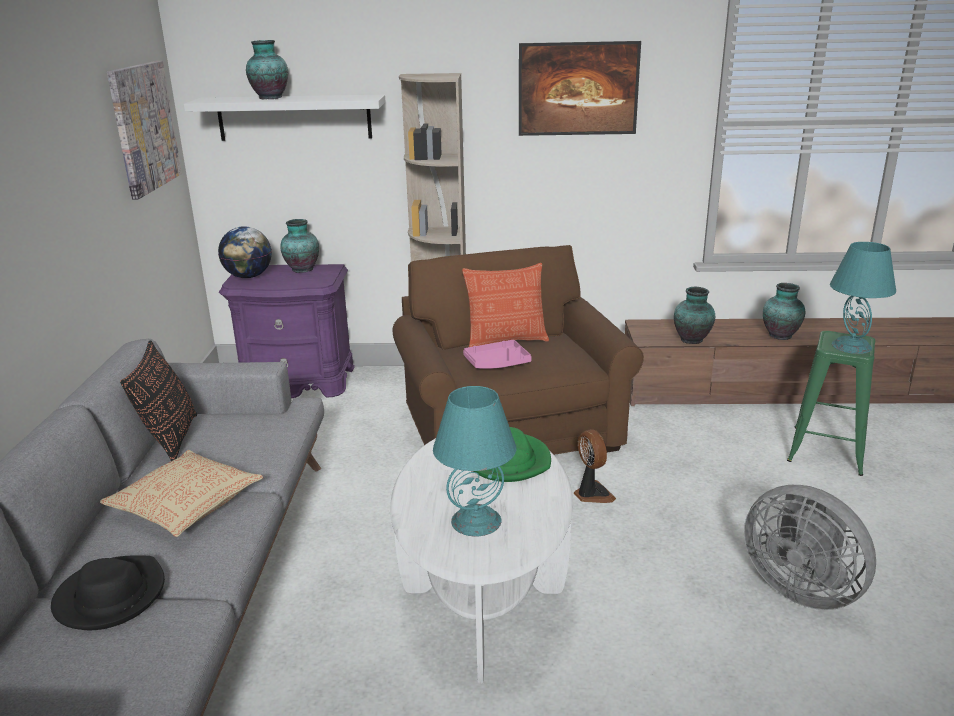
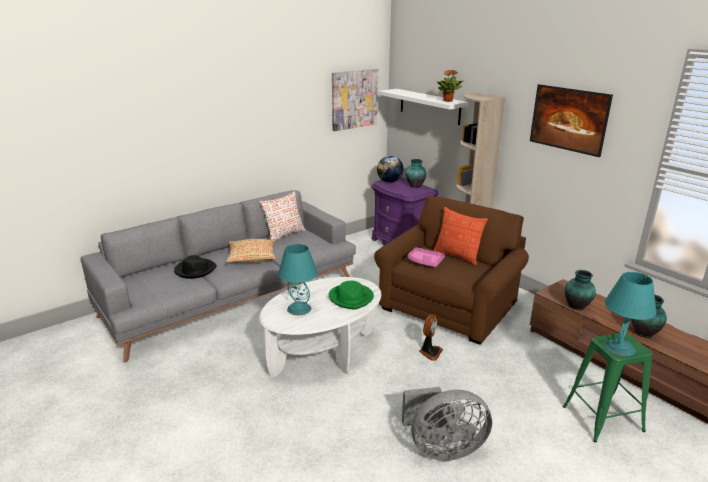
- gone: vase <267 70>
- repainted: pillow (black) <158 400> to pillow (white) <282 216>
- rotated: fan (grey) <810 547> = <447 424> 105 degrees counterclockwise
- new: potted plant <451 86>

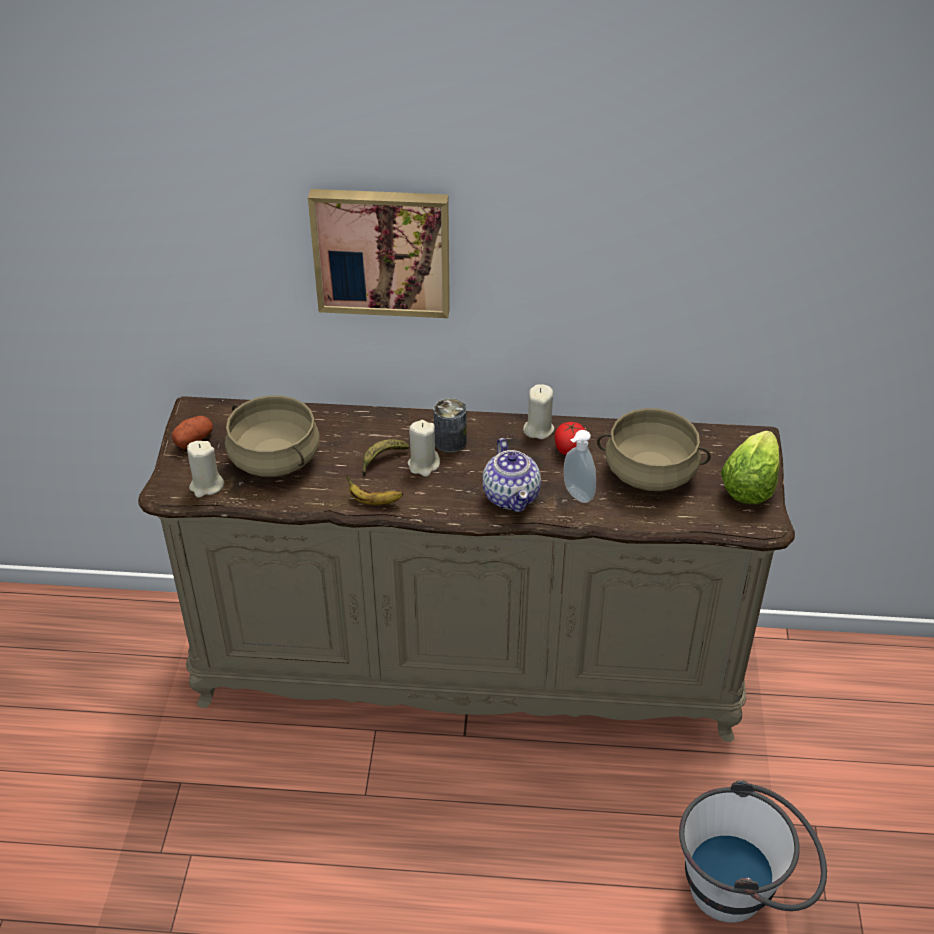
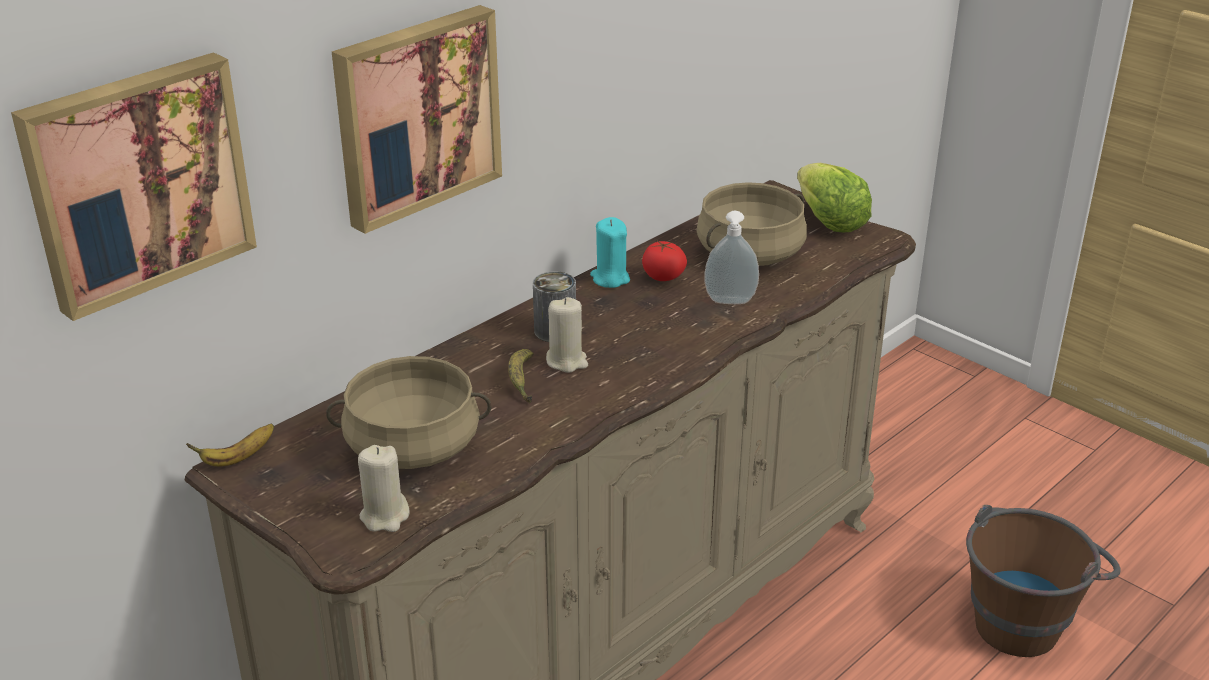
- repainted: candle (beige) <538 411> to candle (turquoise) <610 252>
- gone: potato <192 432>
- gone: teapot <511 475>
- shifted: banana <374 490> to <230 445>
- repainted: bucket (white) <753 851> to bucket (brown) <1043 581>
- new: picture <134 186>

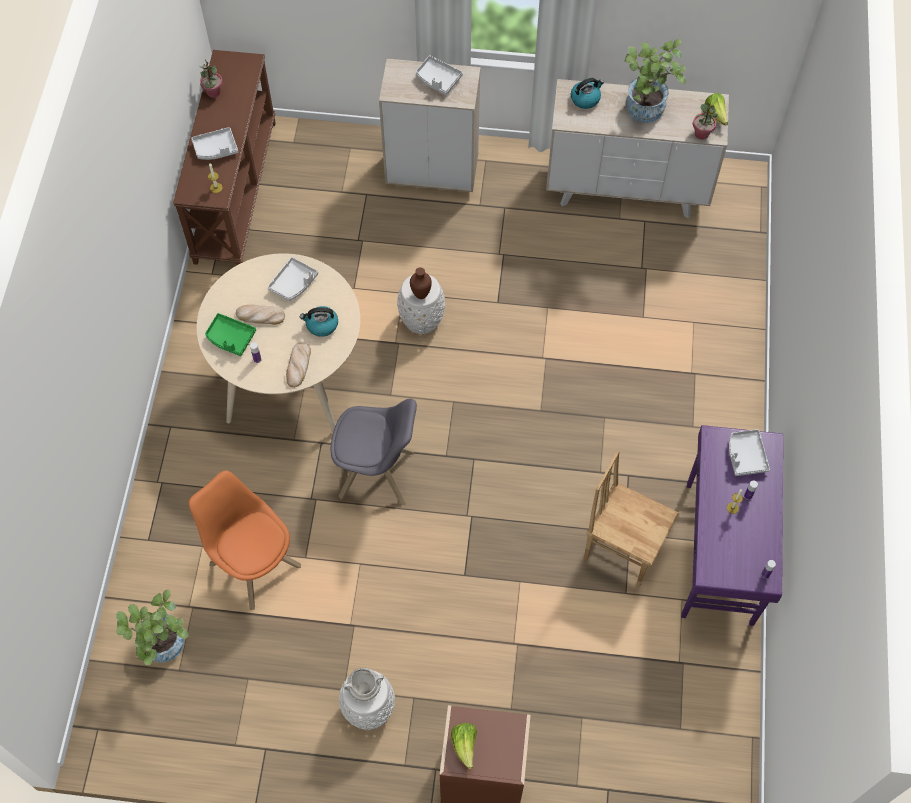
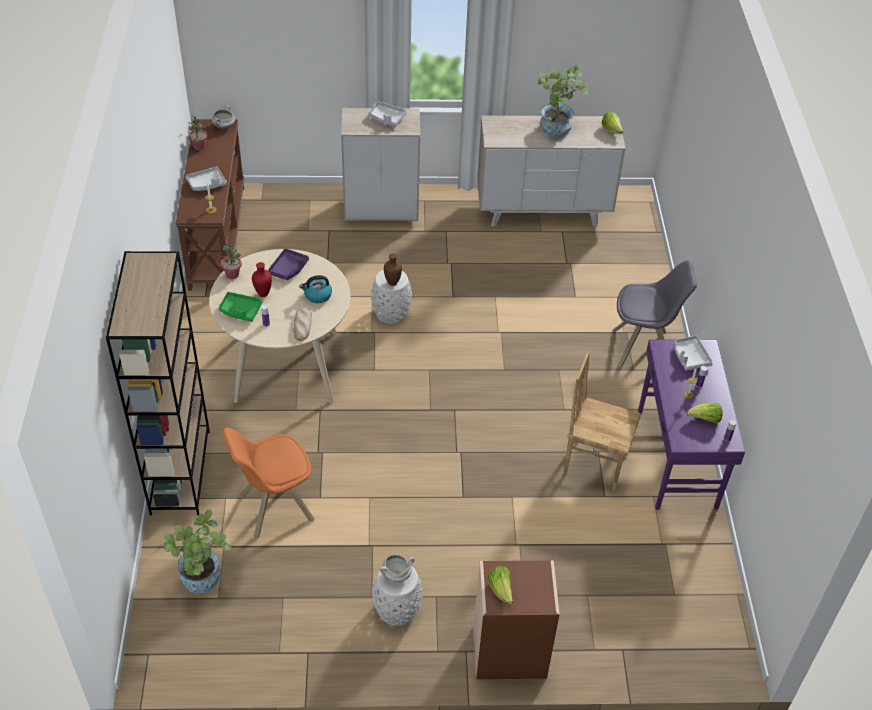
- gone: kettle <587 93>
- shifted: potted plant <705 121> to <231 261>
- repainted: tray (grey) <292 279> to tray (purple) <288 264>
- swapped: bread <260 315> to vase (red) <262 279>
- shifted: chair (grey) <374 452> to <654 314>
- rotated: chair (orange) <245 540> = <268 483> 60 degrees counterclockwise
- new: cooking pot (white) <223 117>
- new: bookcase (beige) <158 383>
- new: lettuce <705 413>

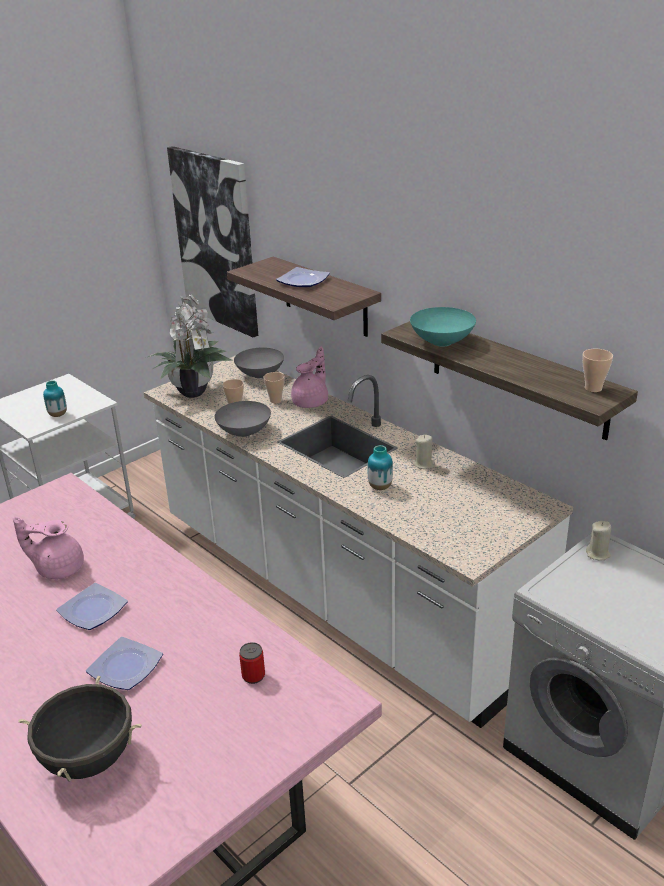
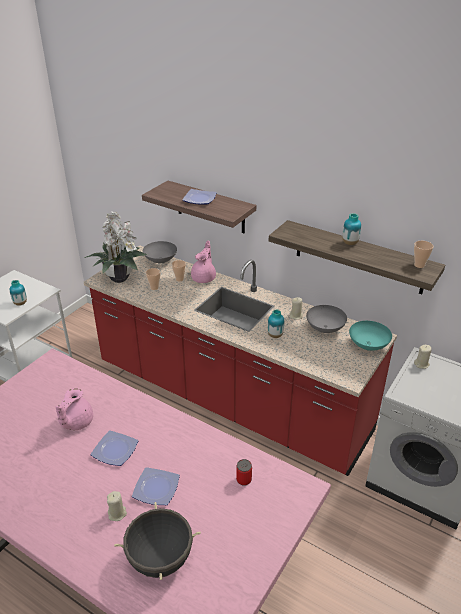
- gone: picture <212 242>
- shifted: bowl (turquoise) <443 327> to <370 336>
- repainted: counter (white) <358 541> to counter (red) <240 360>
- shifted: bowl (grey) <242 419> to <326 319>
- rotated: teapot (pink) <48 548> = <74 409> 60 degrees counterclockwise
- new: vase <351 229>
- new: candle (beige) <117 506>

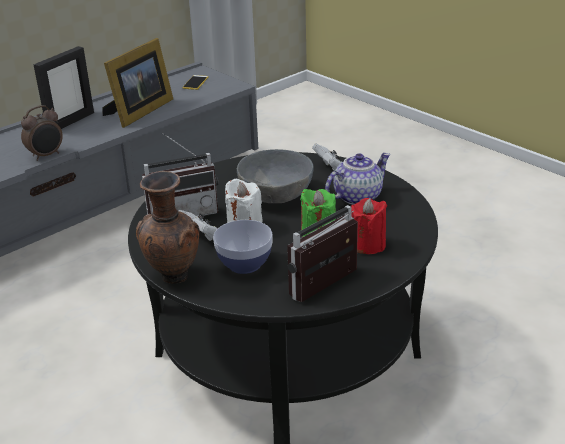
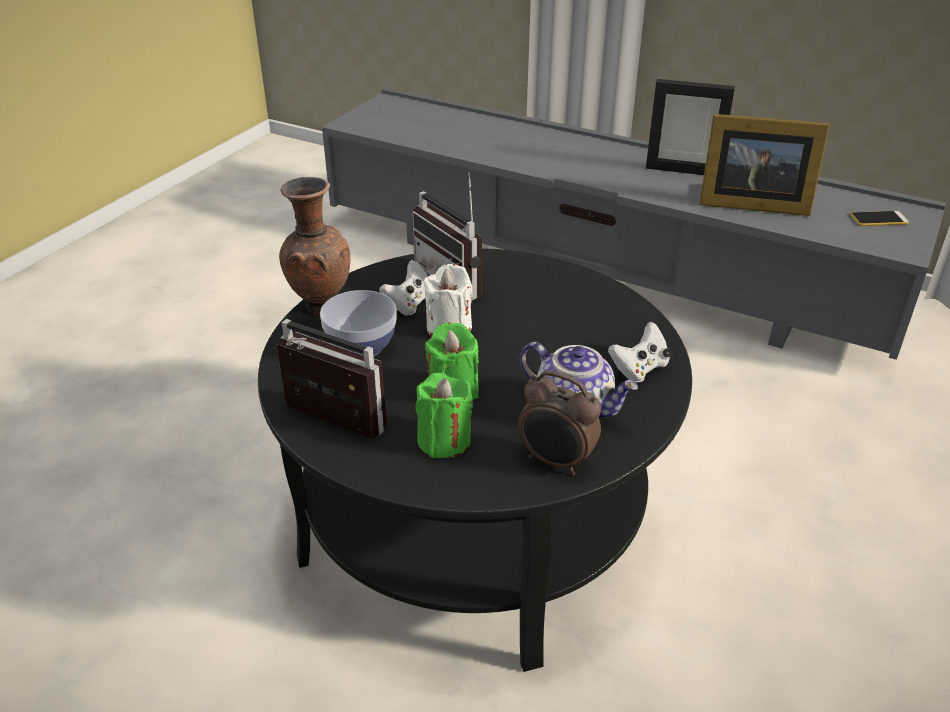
- shifted: alarm clock <42 133> to <559 422>
- gone: bowl (grey) <275 176>
- repainted: candle (red) <369 226> to candle (green) <444 415>

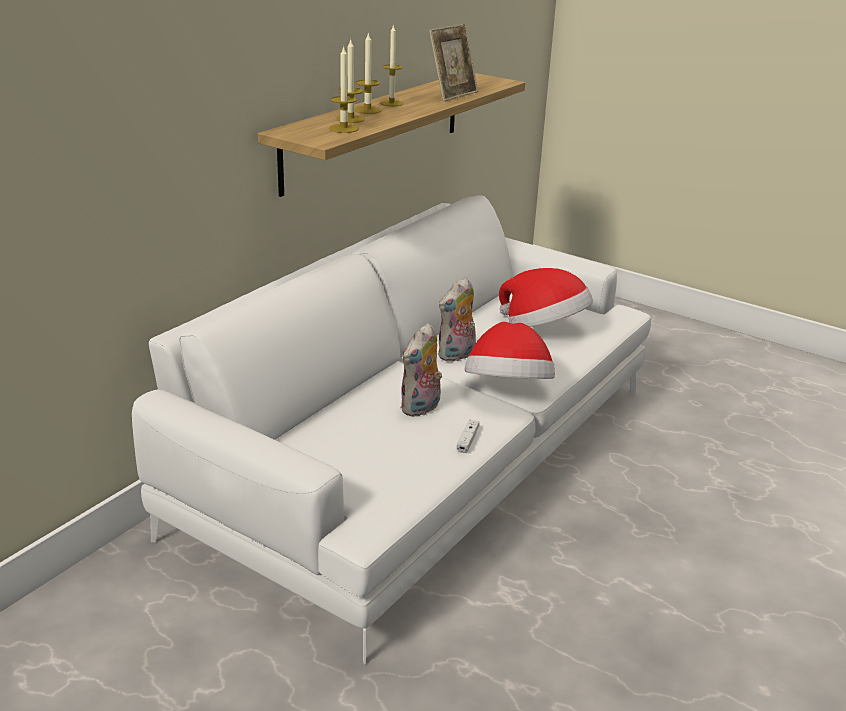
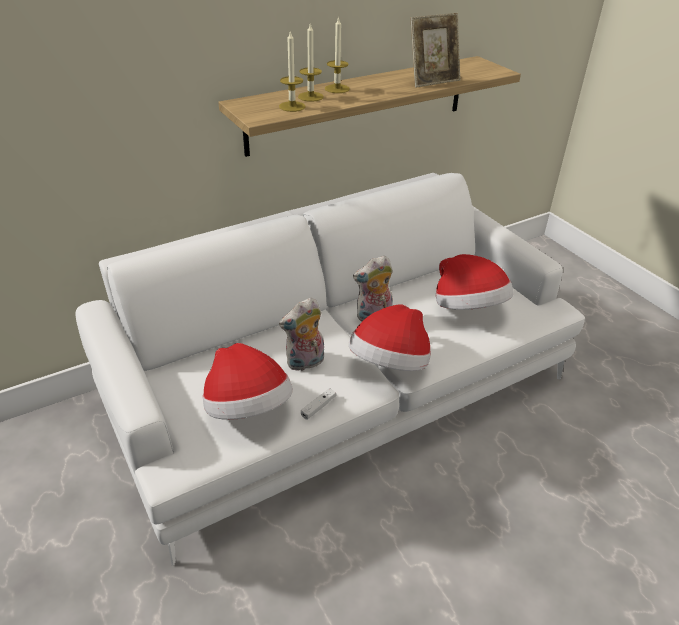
- gone: candle <391 65>
- new: hat <248 381>

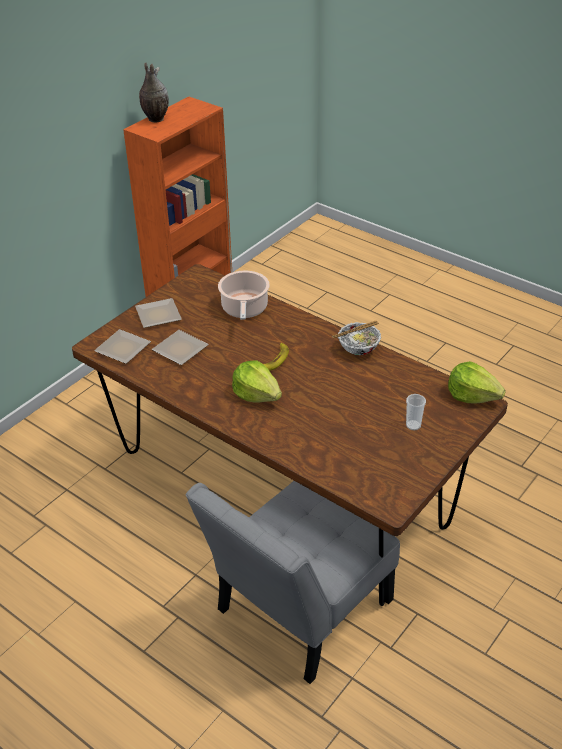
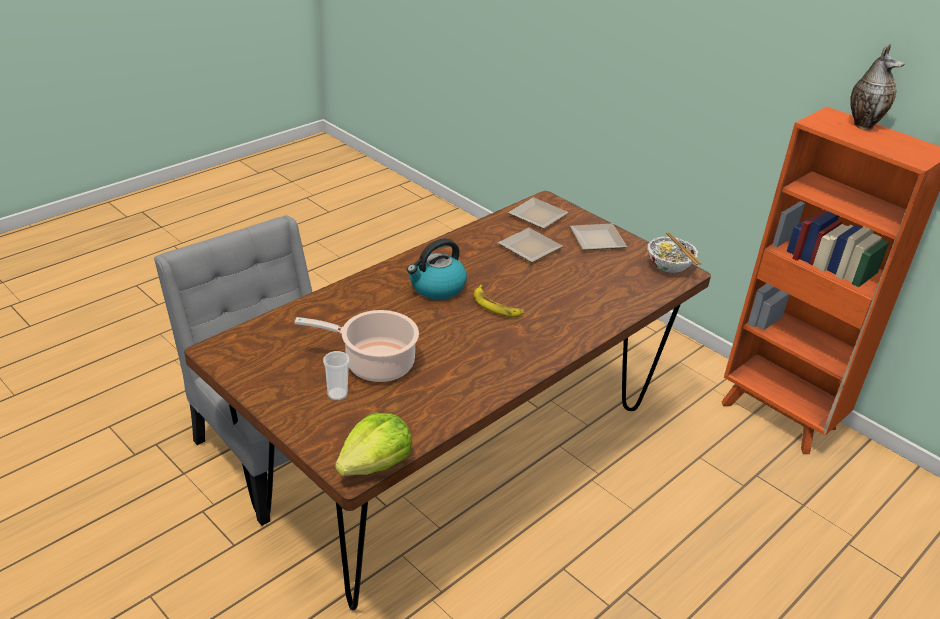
- shifted: cooking pot <244 295> to <357 346>
- shifted: bowl <356 338> to <674 252>
- swapped: lettuce <257 381> to kettle <437 269>

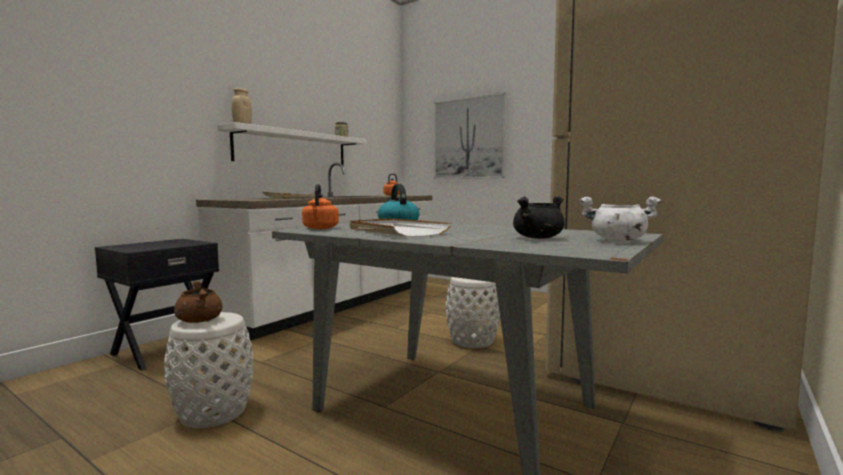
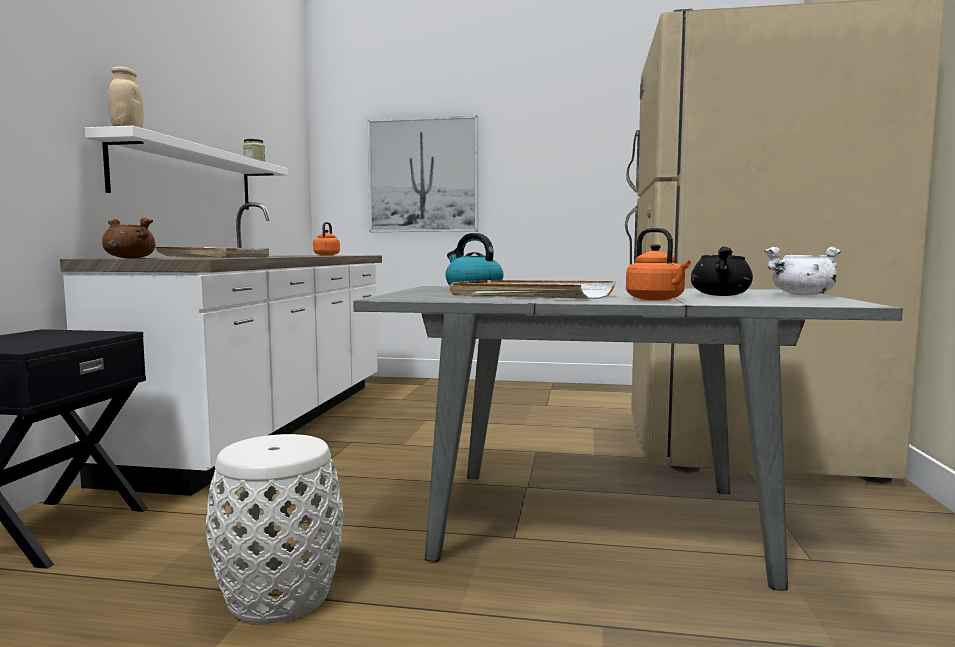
- shifted: kettle (orange) <320 206> to <658 264>
- gone: stool (white) <473 312>
- shifted: cooking pot (brown) <198 301> to <128 237>

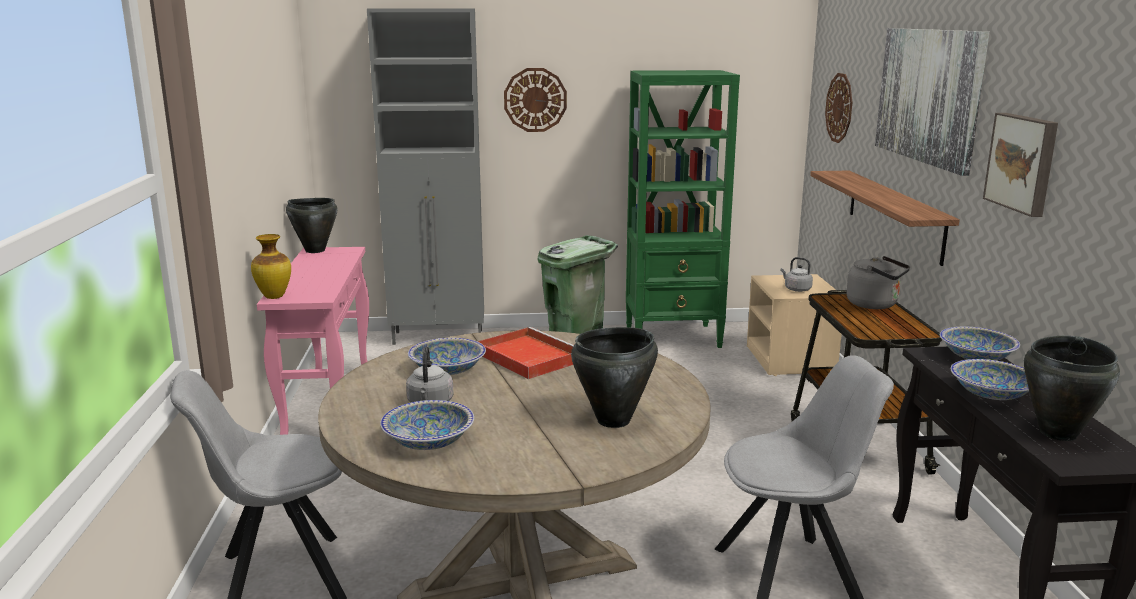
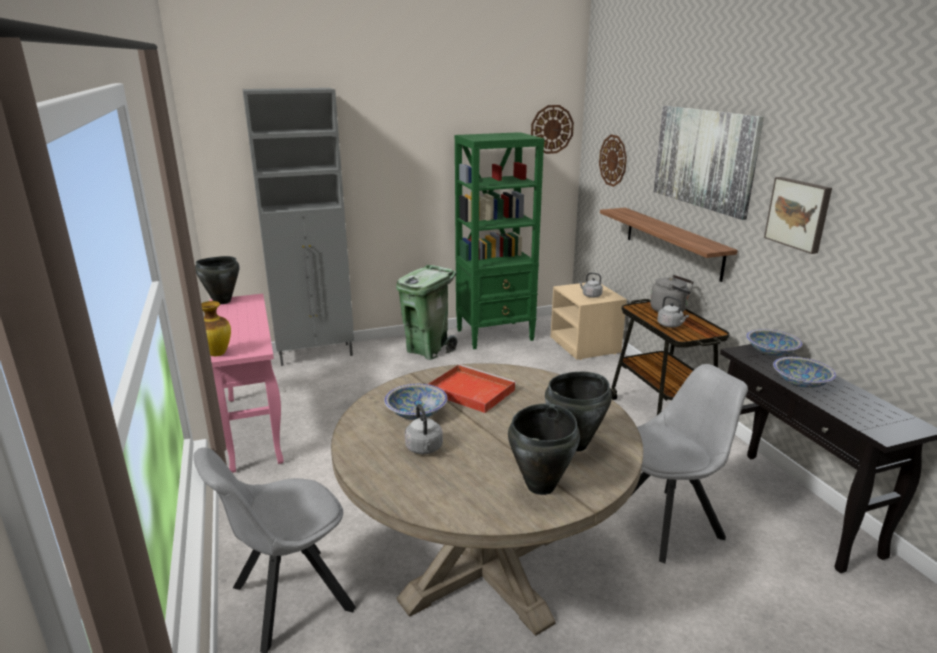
- shifted: wall clock <535 100> to <552 129>
- shifted: cooking pot (black) <1072 388> to <544 449>
- gone: bowl <427 425>
- new: kettle (grey) <673 312>

